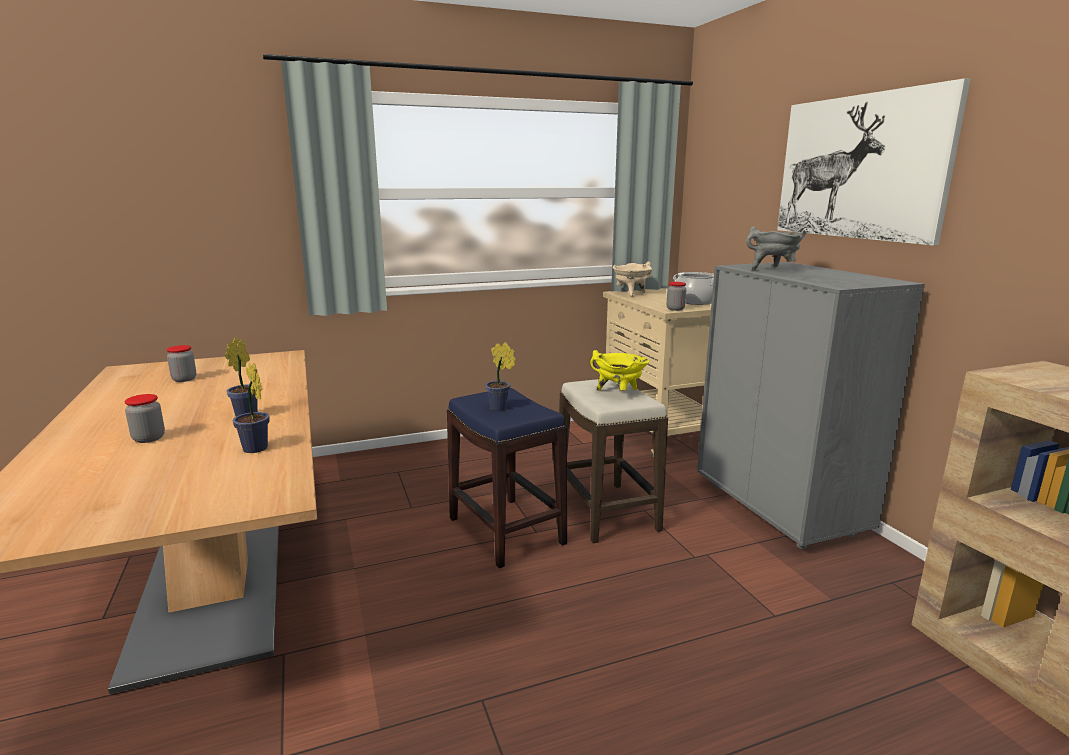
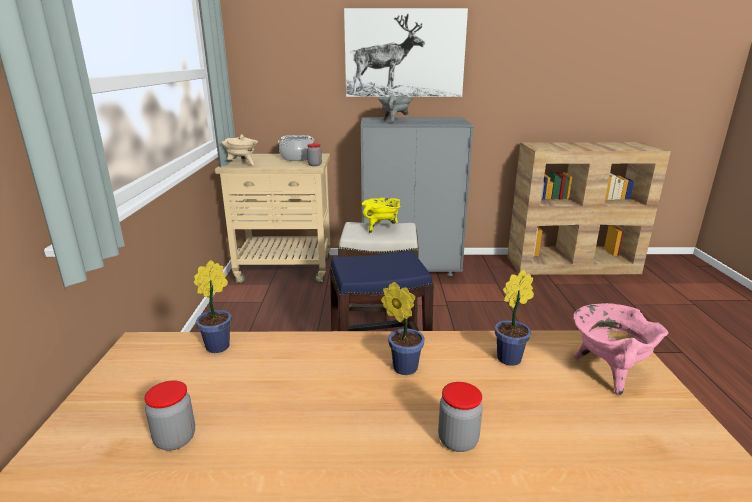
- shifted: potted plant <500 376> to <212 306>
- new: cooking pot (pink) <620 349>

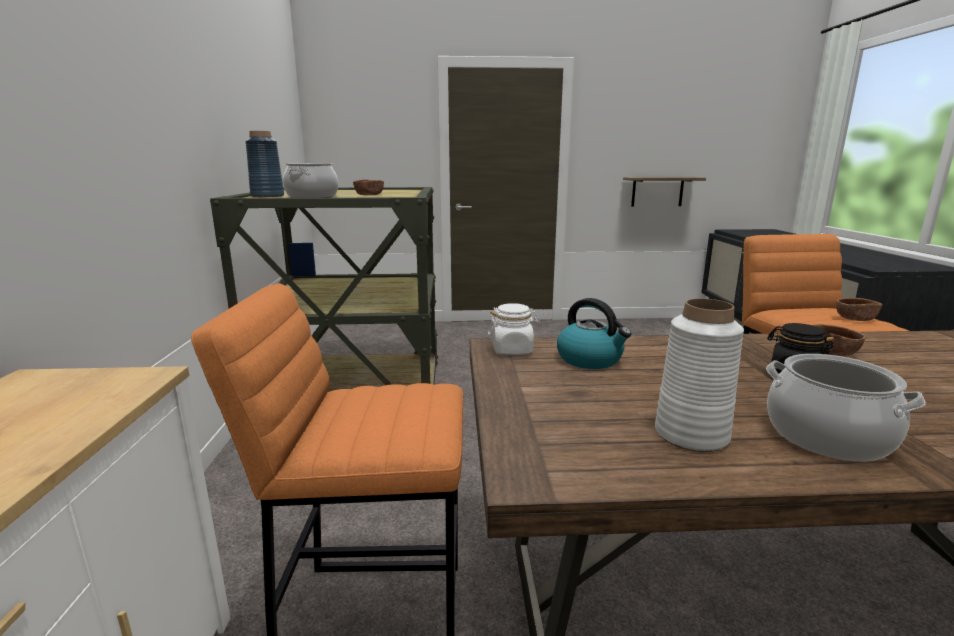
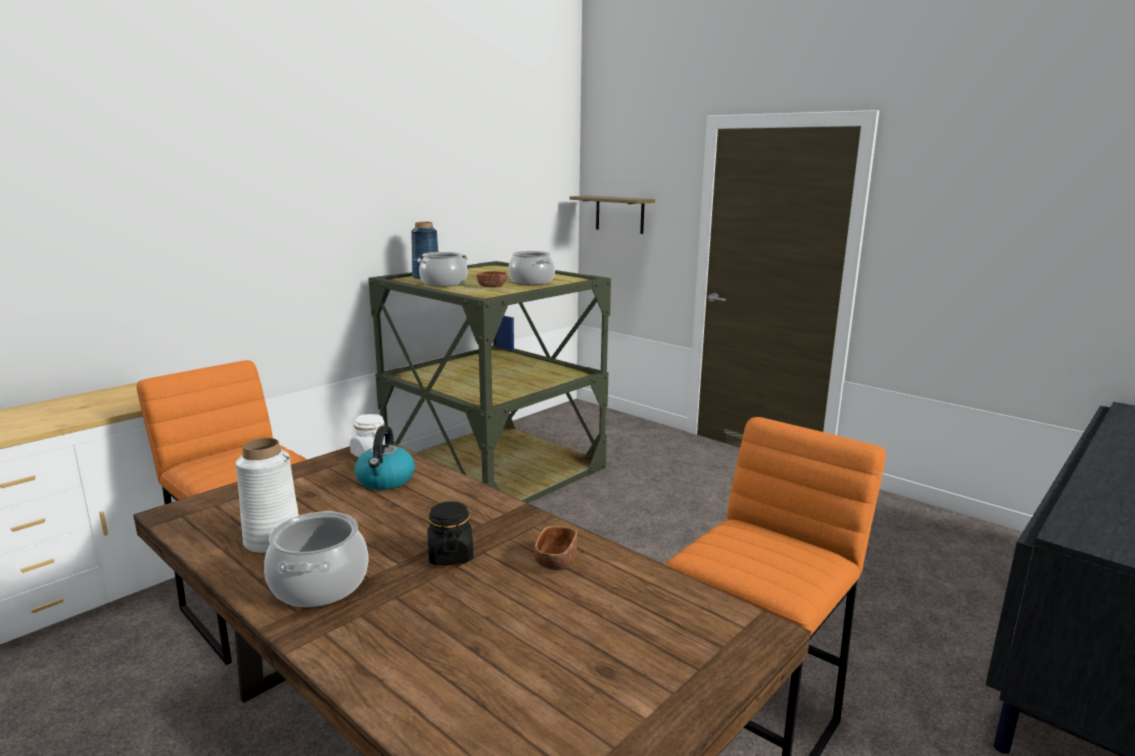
- shifted: shelf <664 192> to <612 214>
- gone: bowl (brown) <859 309>
- new: cooking pot <531 268>

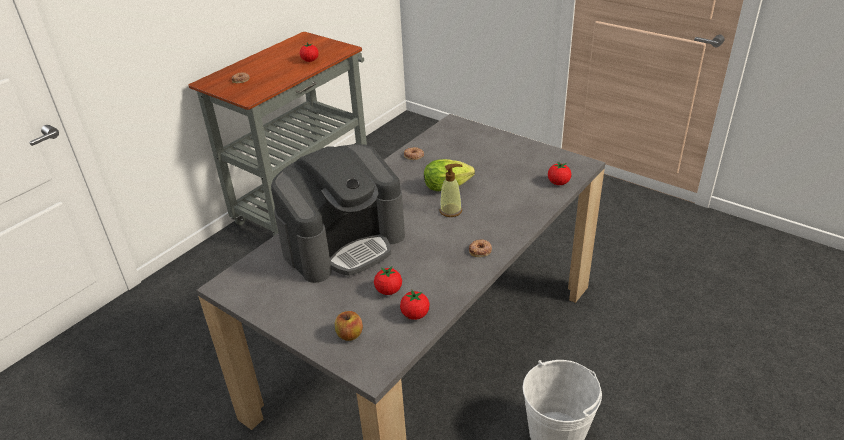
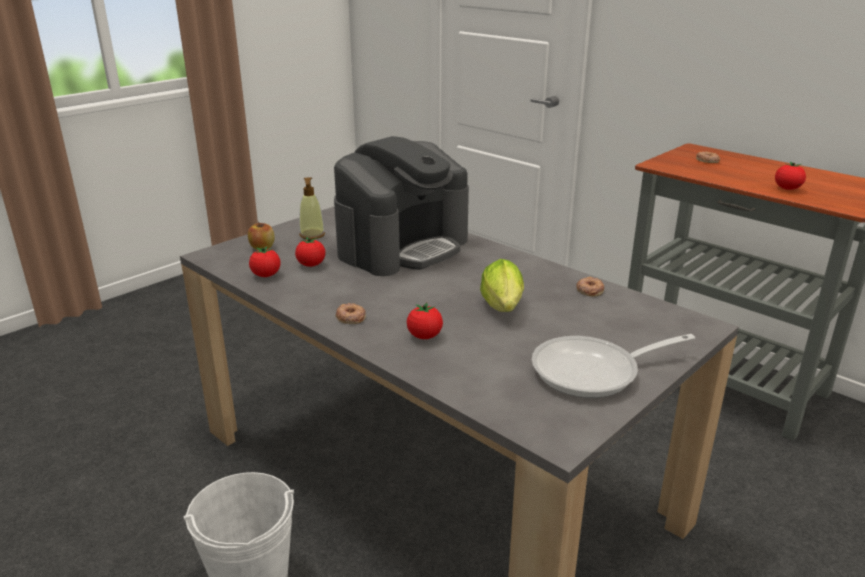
- rotated: coffee machine <338 213> = <401 206> 105 degrees counterclockwise
- shifted: tomato <560 173> to <425 320>
- shifted: soap dispenser <450 190> to <312 208>
- new: frying pan <613 366>

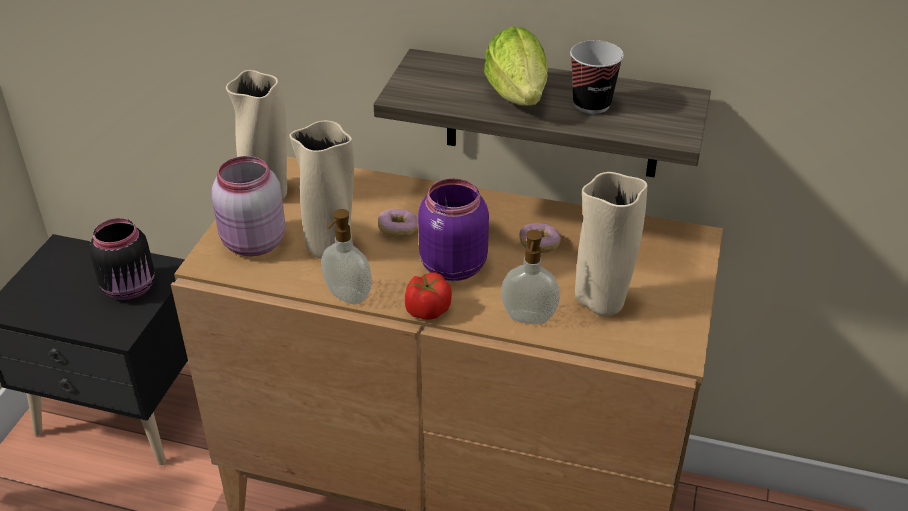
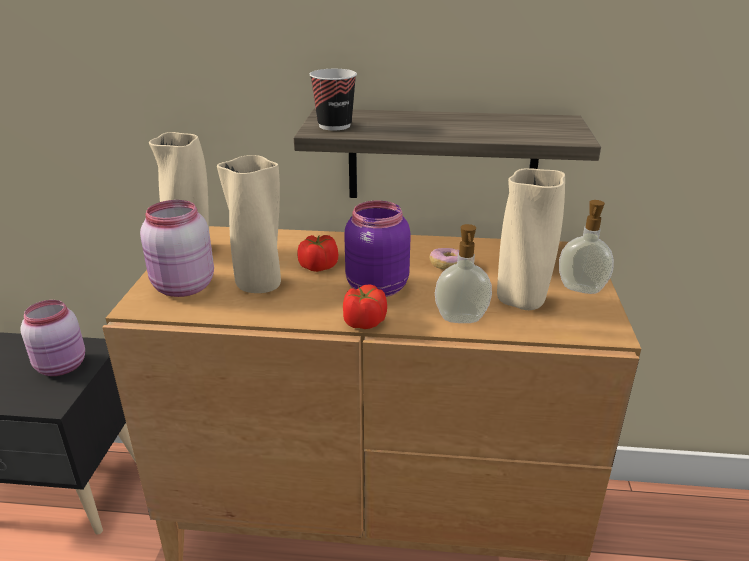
- gone: lettuce <516 66>
- shifted: cup <597 77> to <333 100>
- shifted: soap dispenser <346 256> to <586 247>
- swapped: donut <398 223> to tomato <317 253>
- repainted: jar (black) <122 259> to jar (pink) <52 338>

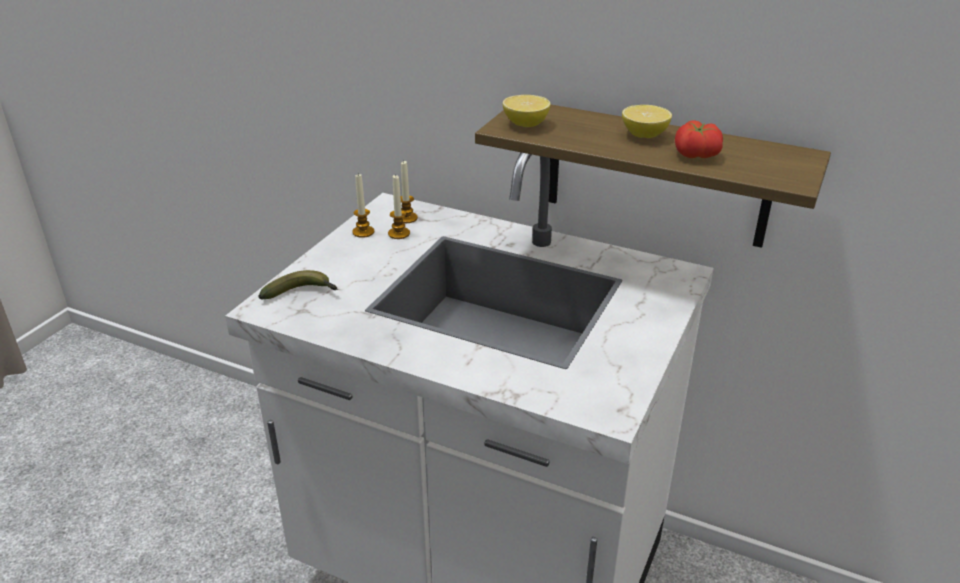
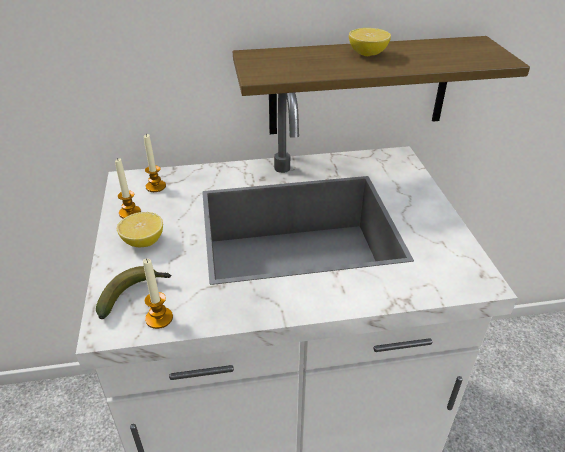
- shifted: lemon <527 111> to <140 229>
- gone: tomato <699 139>
- shifted: candle <399 206> to <158 293>

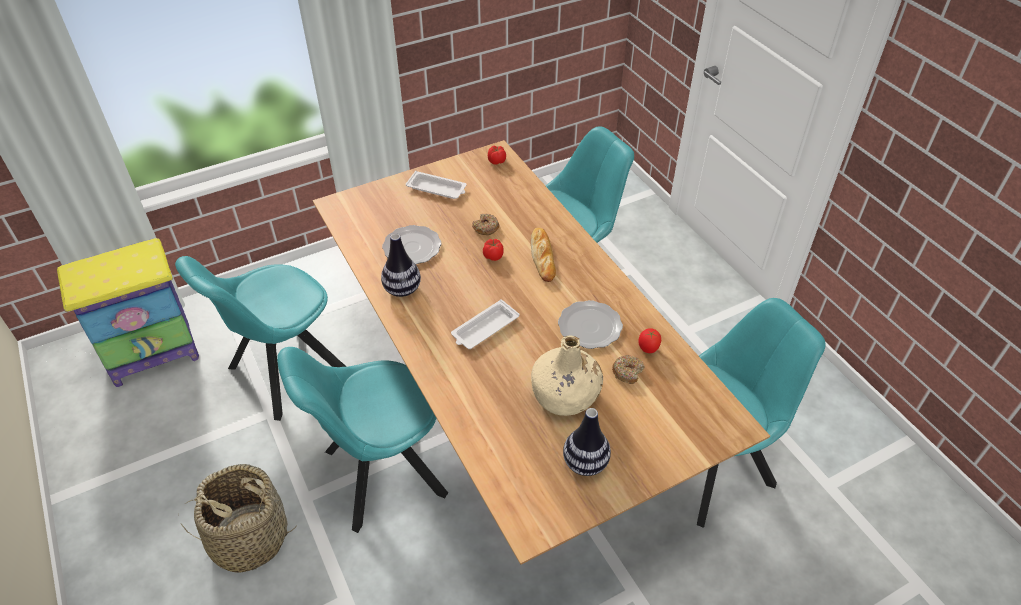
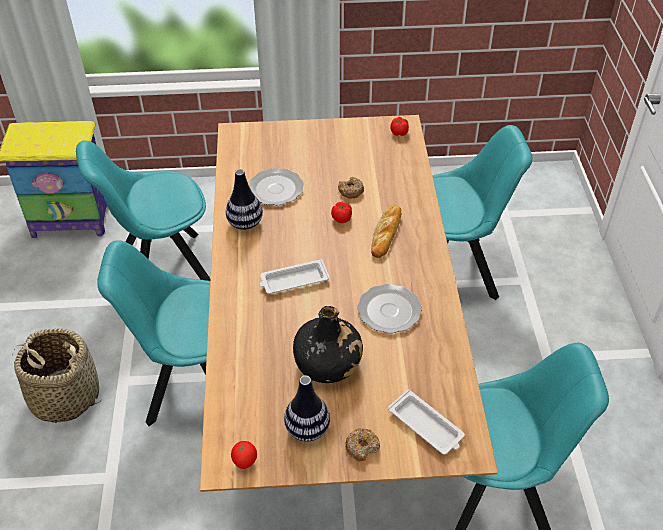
- shifted: tray (white) <436 185> to <426 421>
- shifted: tomato <650 340> to <244 455>
- repainted: bottle (beige) <567 376> to bottle (black) <328 344>
- shifted: donut <628 369> to <362 444>

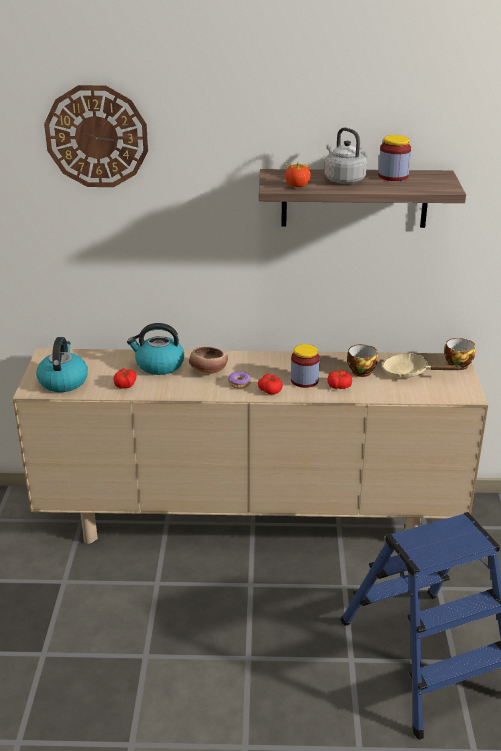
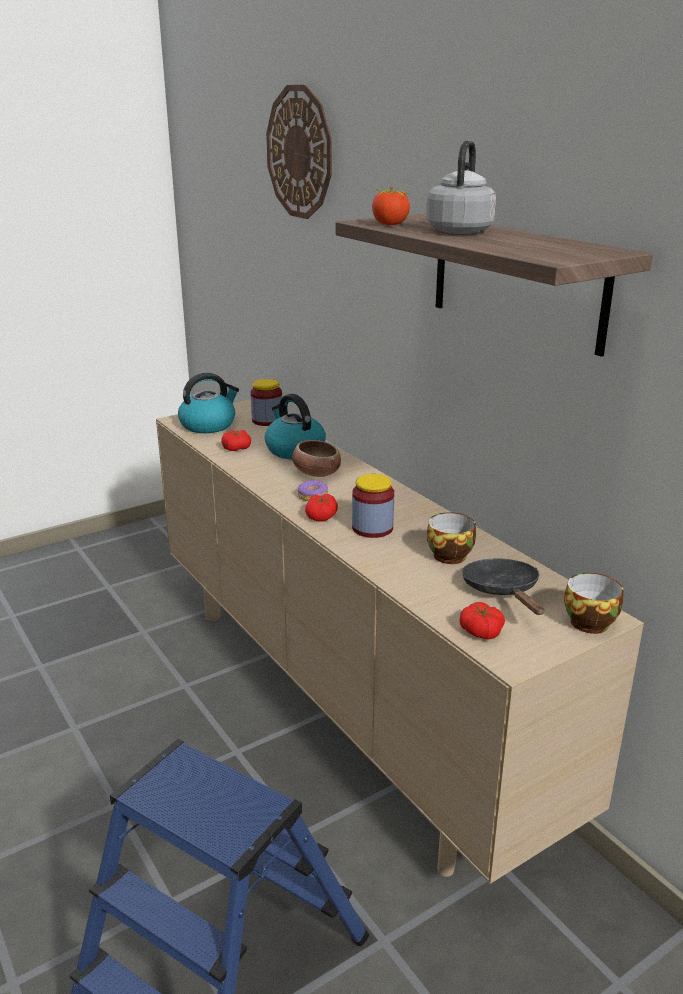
- shifted: jar <394 158> to <266 402>
- repainted: frying pan (beige) <422 365> to frying pan (black) <503 587>
- shifted: tomato <339 379> to <482 621>

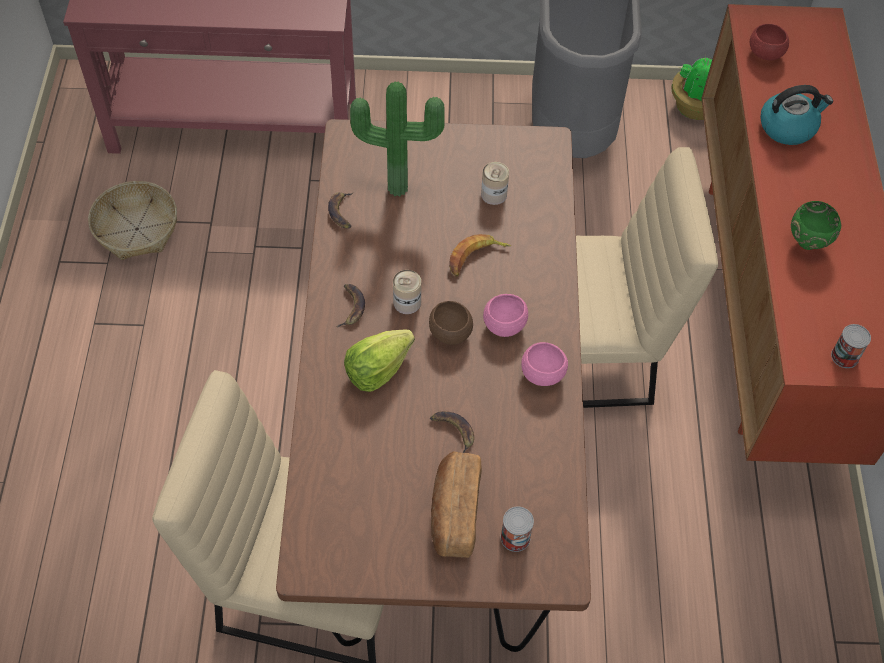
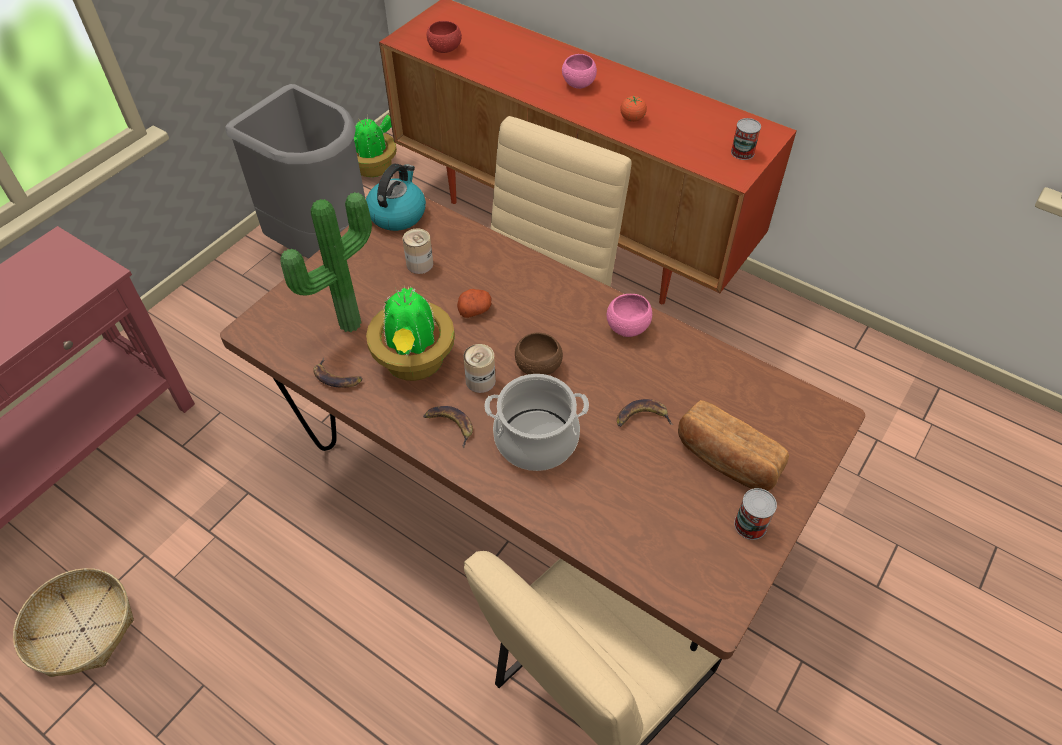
- shifted: kettle <796 115> to <396 197>
- swapped: bowl (green) <816 225> to tomato <633 109>
- swapped: banana <480 255> to potato <474 303>
- shifted: bowl (pink) <505 315> to <579 71>
- swapped: lettuce <379 360> to cooking pot <536 422>
- shifted: can <517 529> to <755 514>
- new: potted plant <410 333>

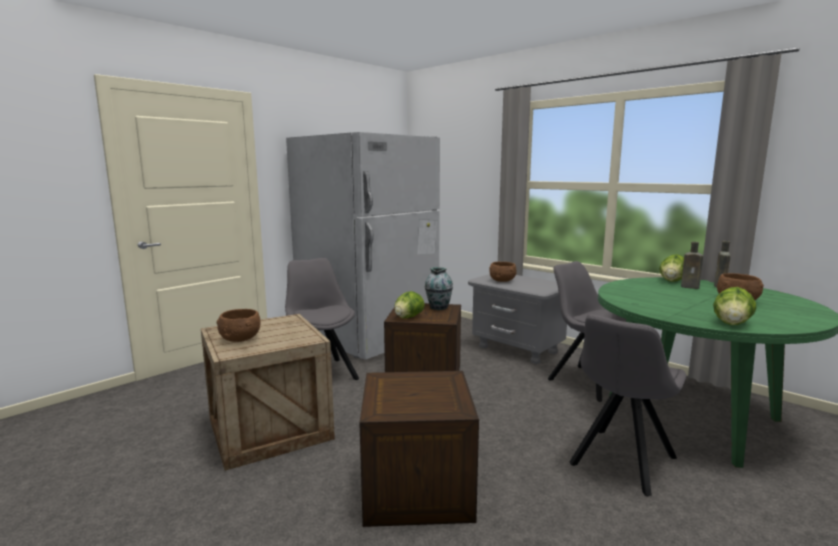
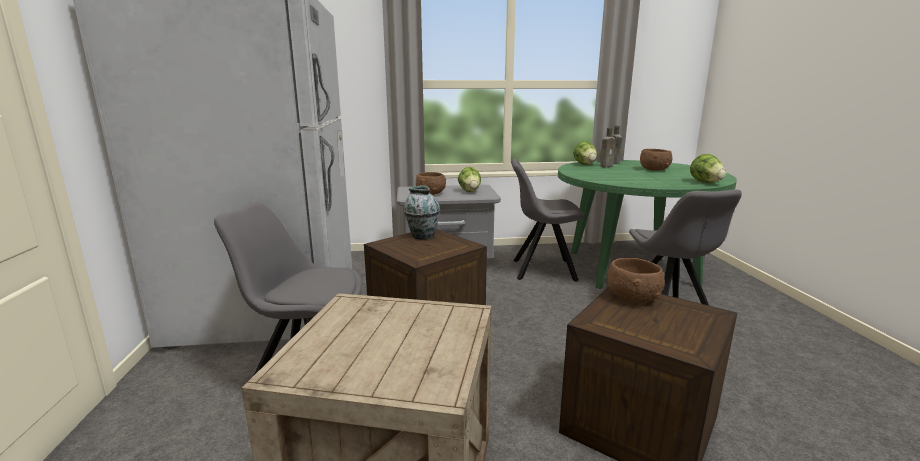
- shifted: lettuce <409 304> to <469 179>
- shifted: bowl (brown) <239 325> to <636 280>

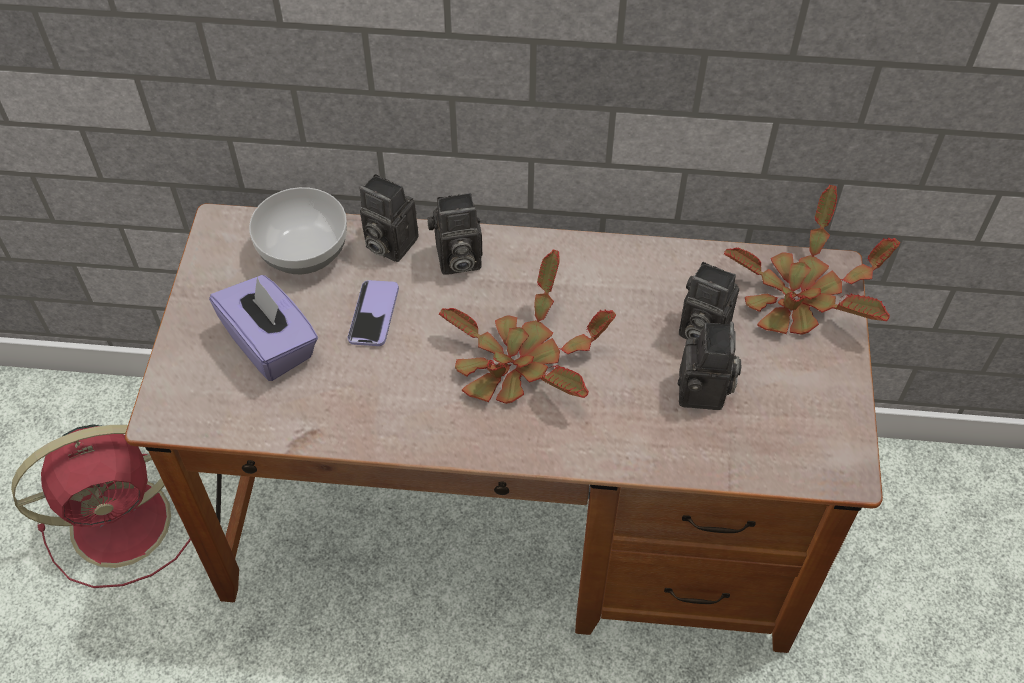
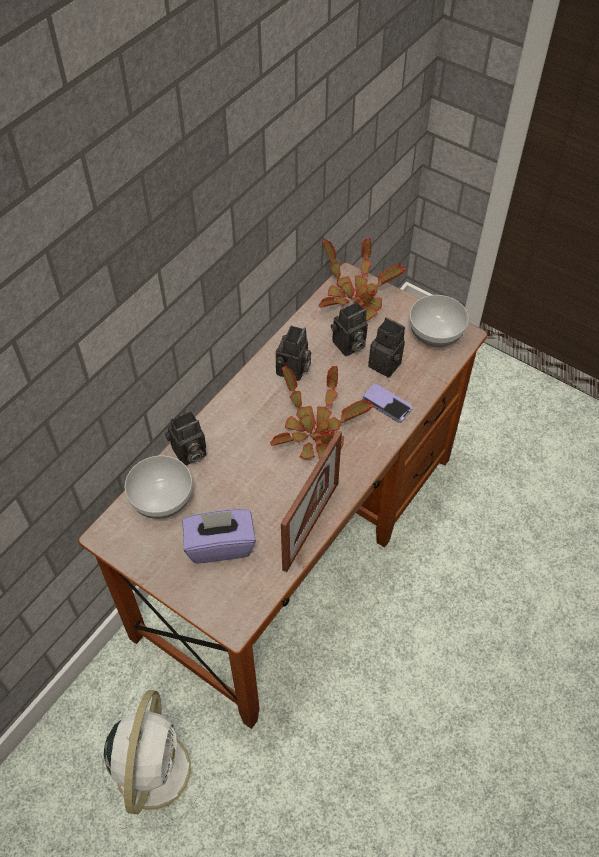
- shifted: photo camera <454 234> to <293 353>
- shifted: phone <373 313> to <387 403>
- repainted: fan (red) <101 506> to fan (white) <154 759>
- new: bowl <439 321>
- new: picture frame <311 501>

